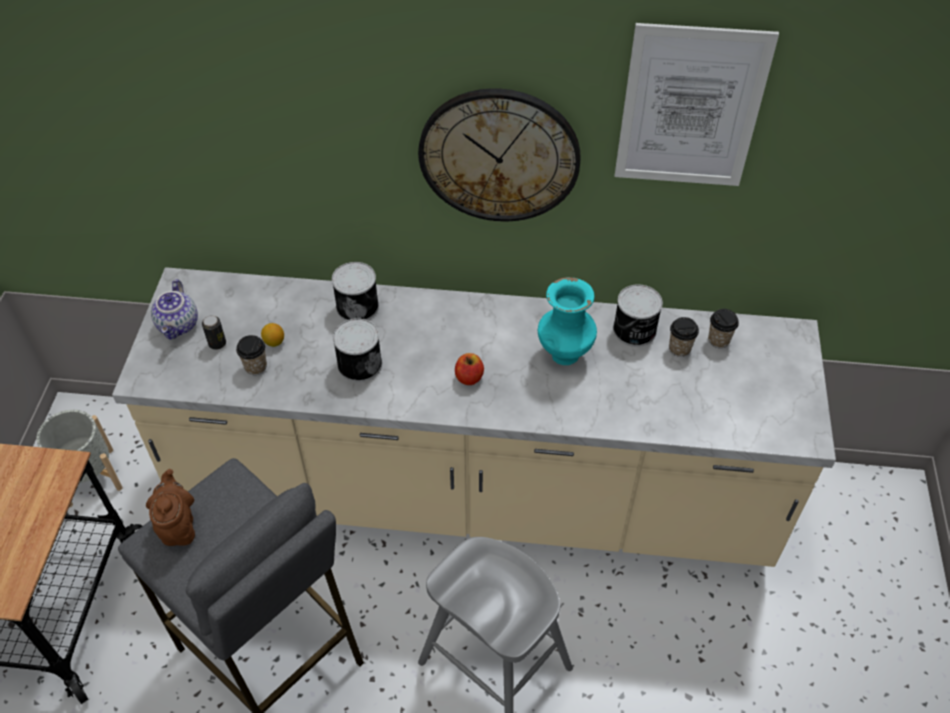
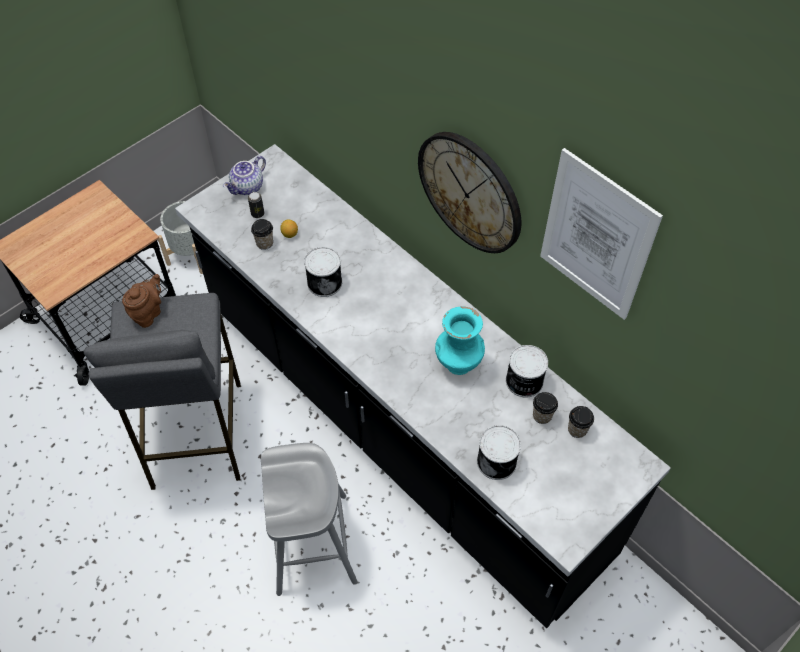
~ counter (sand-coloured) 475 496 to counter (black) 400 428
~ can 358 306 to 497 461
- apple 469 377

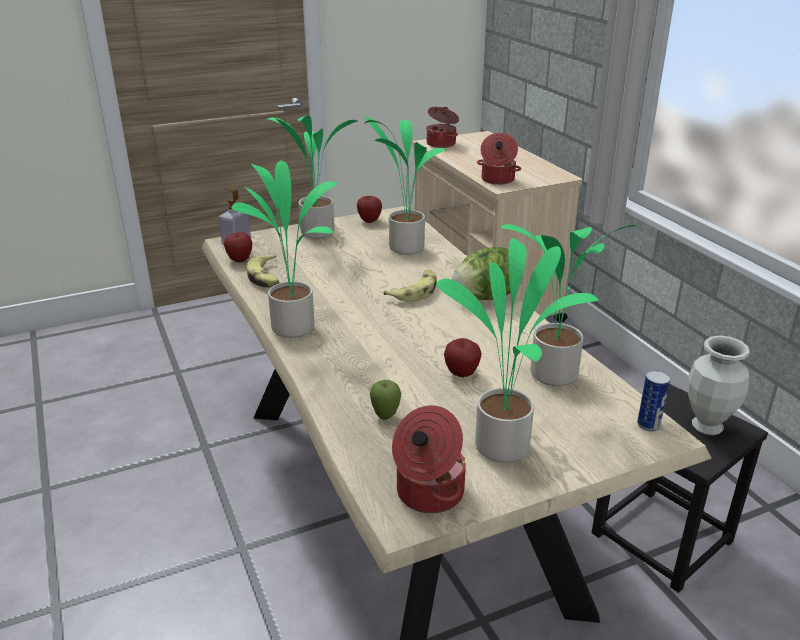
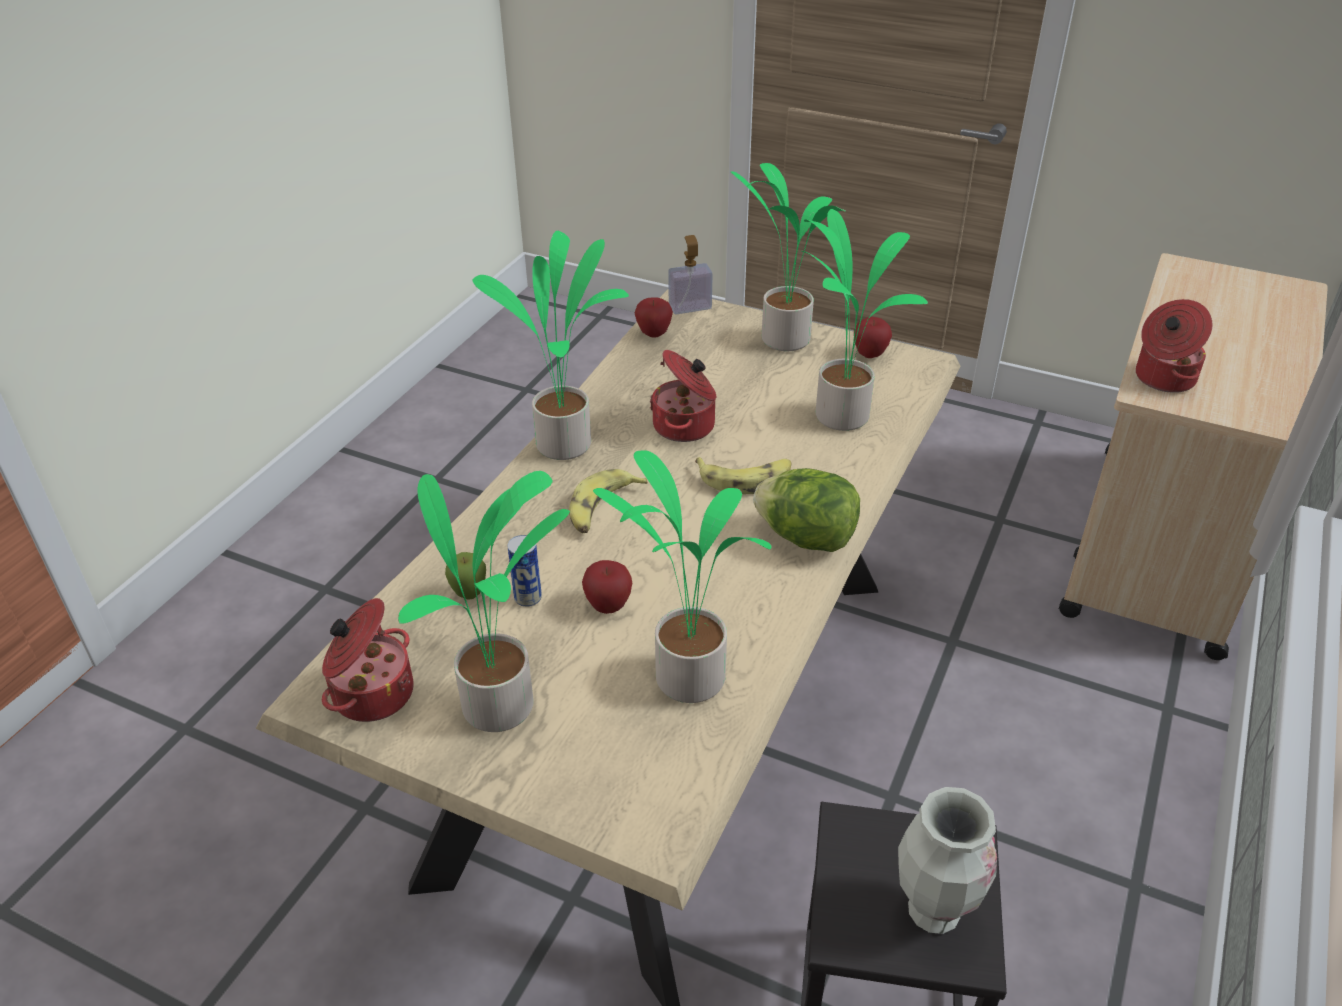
~ can 648 425 to 528 598
~ banana 266 277 to 602 509
~ cooking pot 441 144 to 686 426

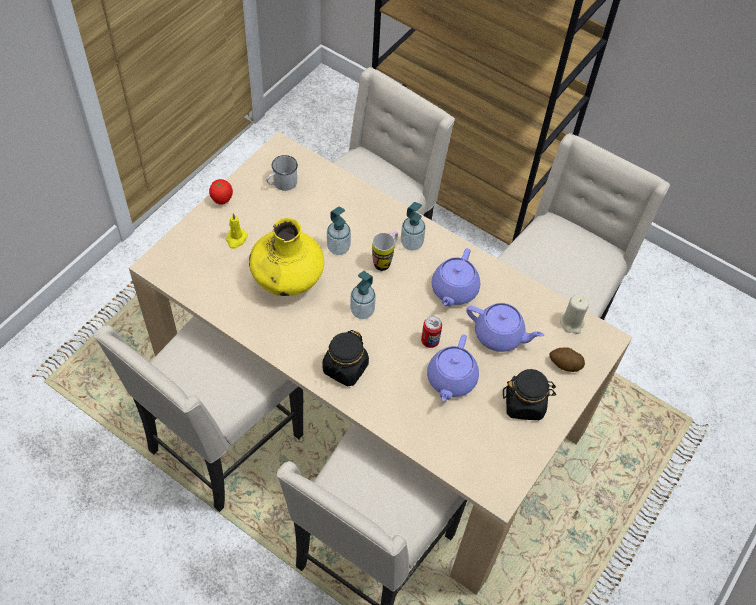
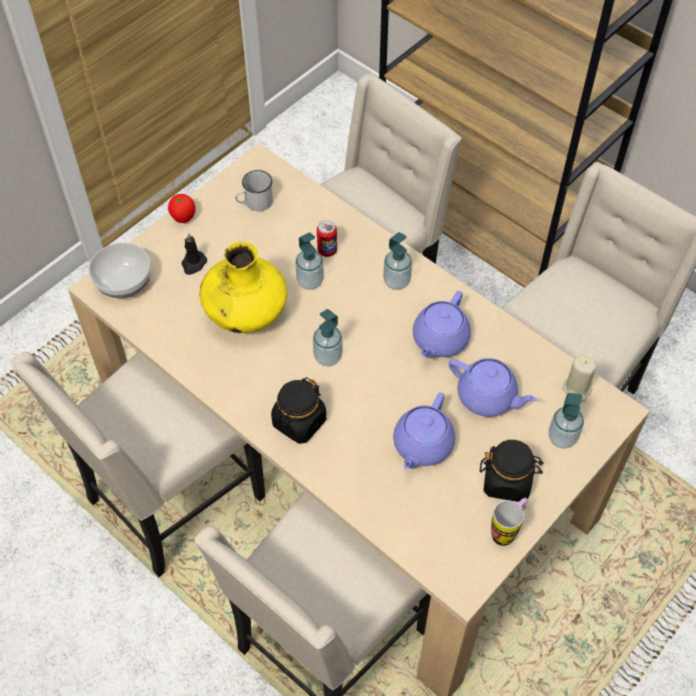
+ serving bowl 125 283
~ wax light (yellow) 236 239 to wax light (black) 193 264
~ can 430 341 to 327 250
~ mug 385 261 to 507 531
~ whole potato 564 364 to soap dispenser 562 437

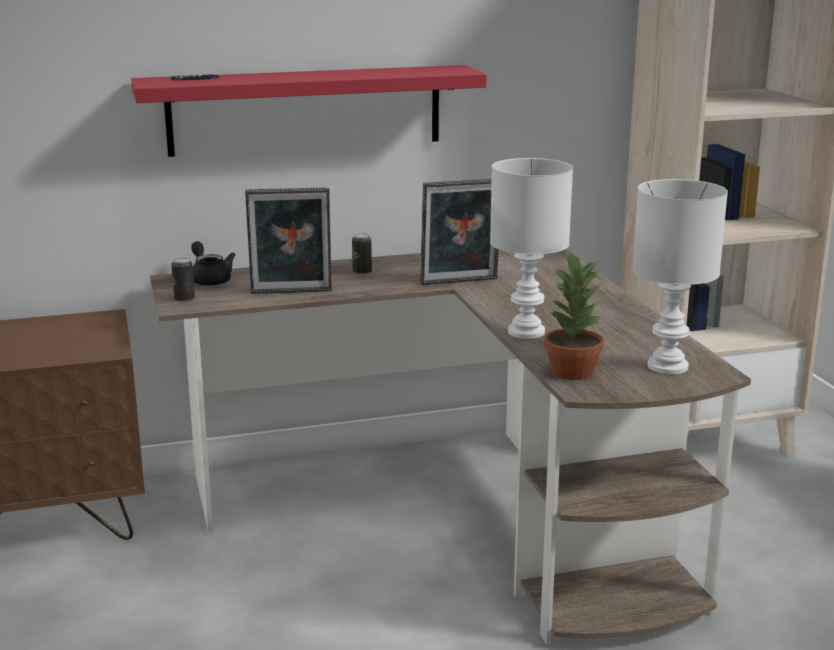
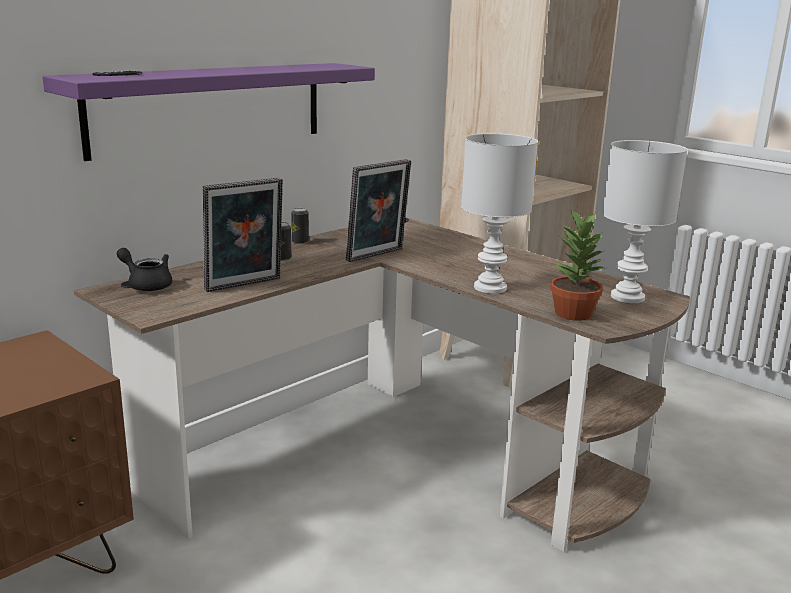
~ wall shelf (reddish) 305 110 to wall shelf (purple-coloured) 210 107
~ can 184 299 to 300 242

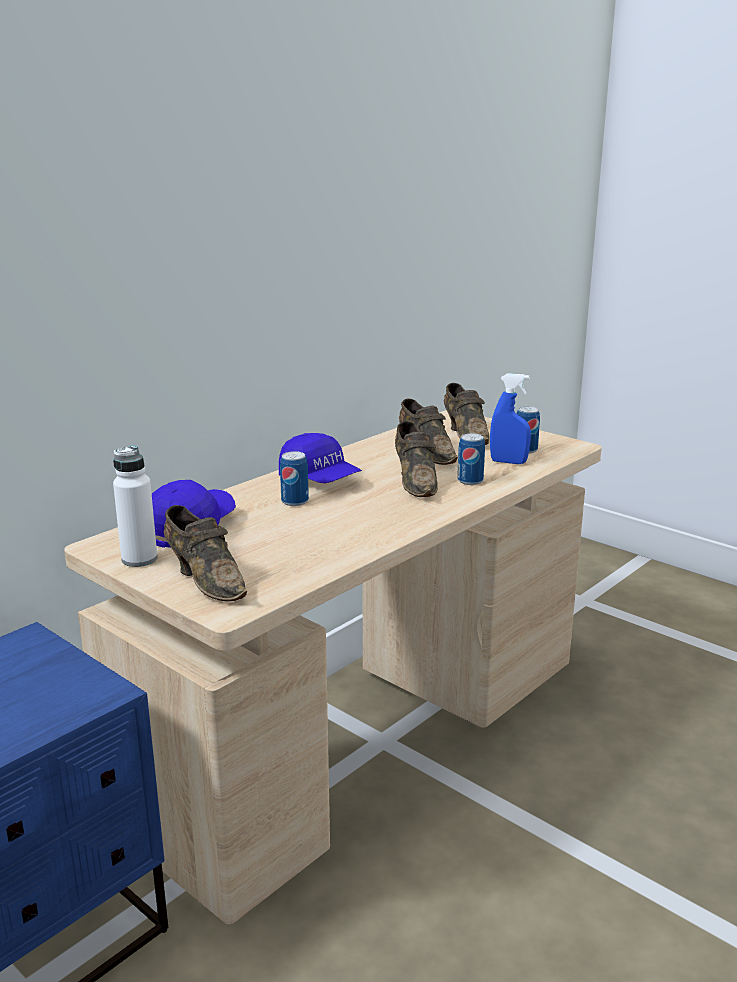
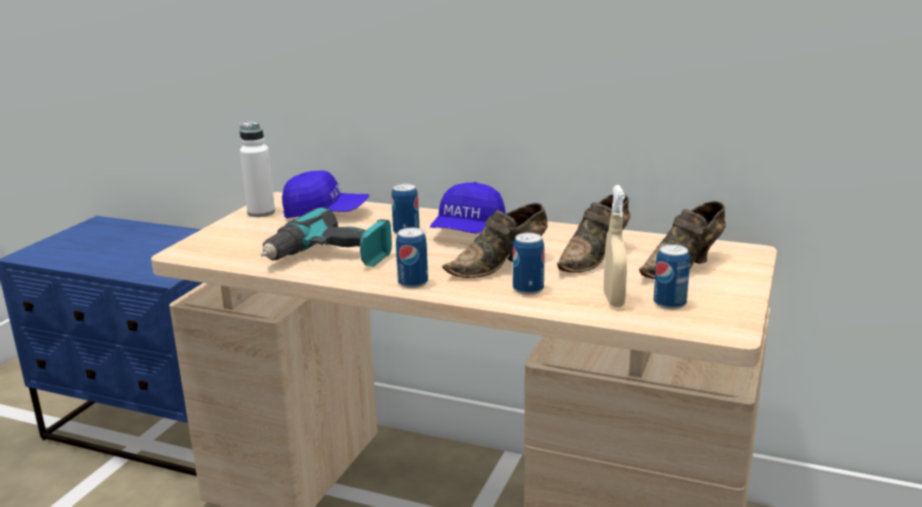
+ power drill 330 258
+ can 413 283
~ hand sprayer (blue) 508 462 to hand sprayer (sand-coloured) 613 300
- low shoe (brown-coloured) 206 580

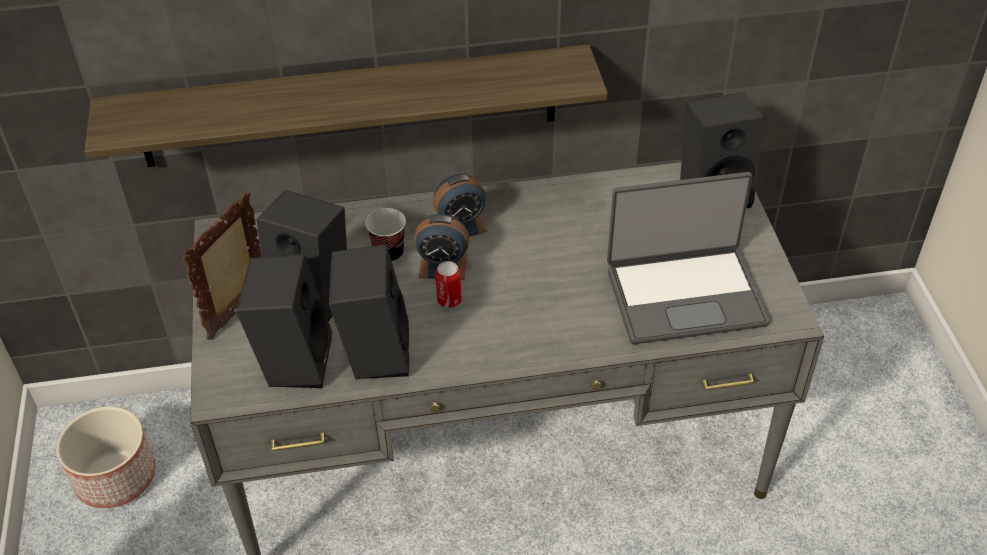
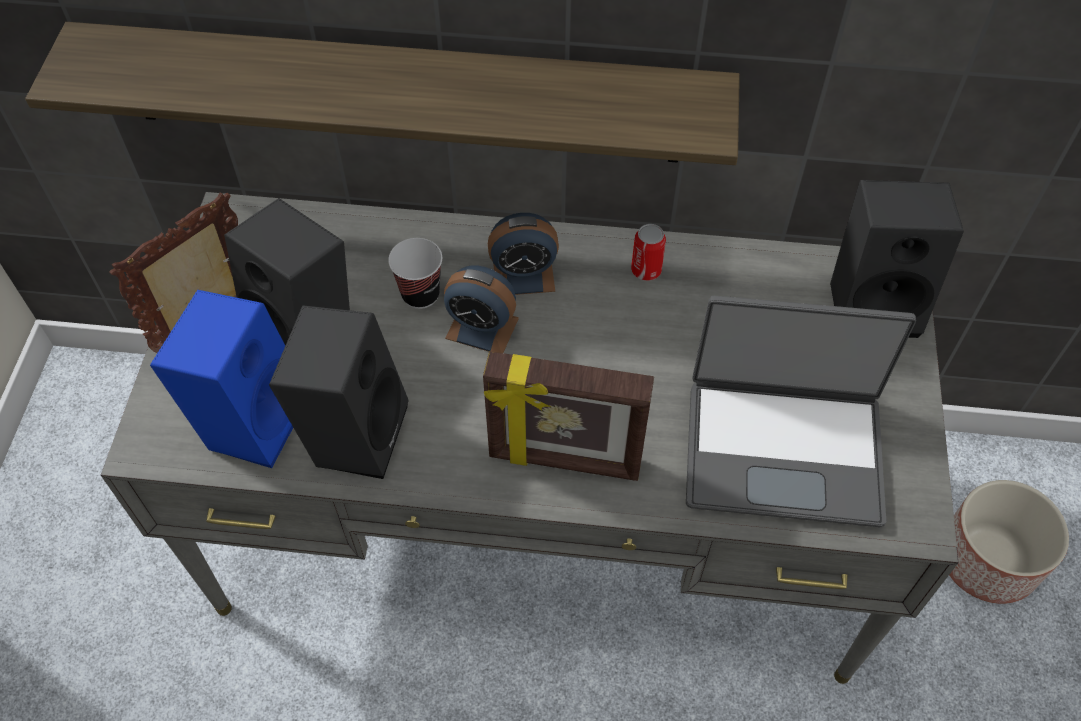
~ speaker (black) 293 360 to speaker (blue) 251 418
+ picture frame 564 461
~ can 449 300 to 646 270
~ planter 116 477 to 988 560

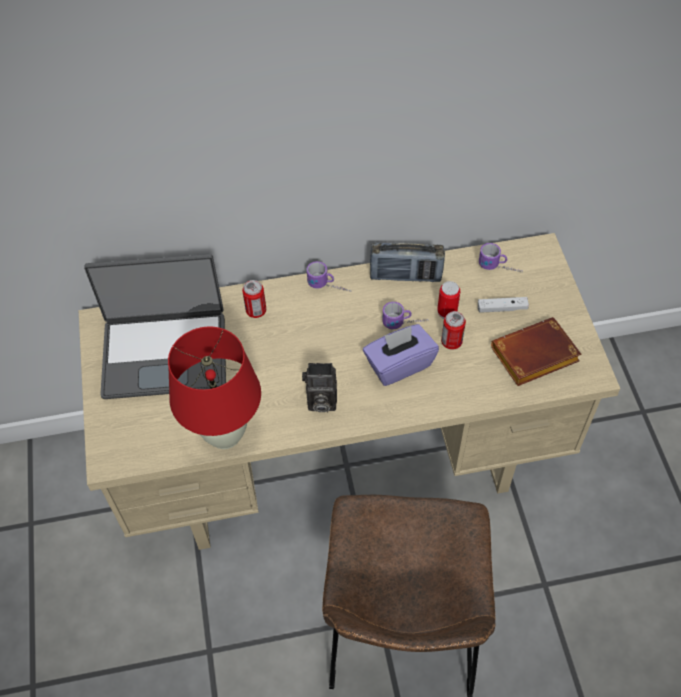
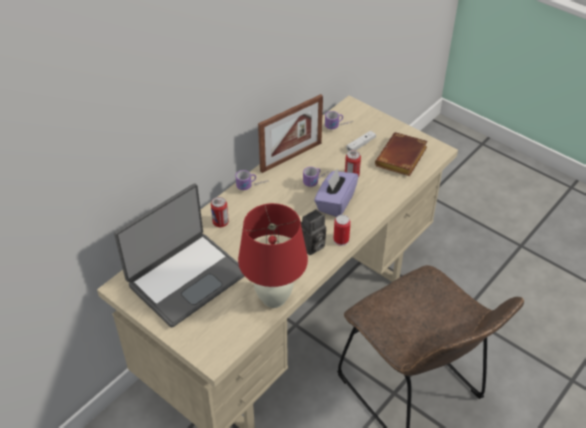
~ radio receiver 405 276 to picture frame 291 157
~ can 447 312 to 341 240

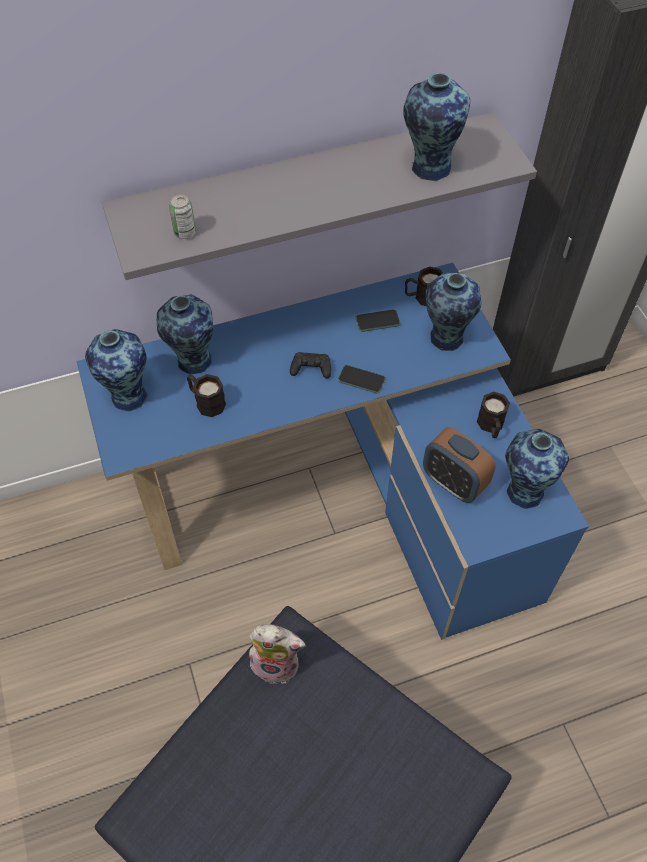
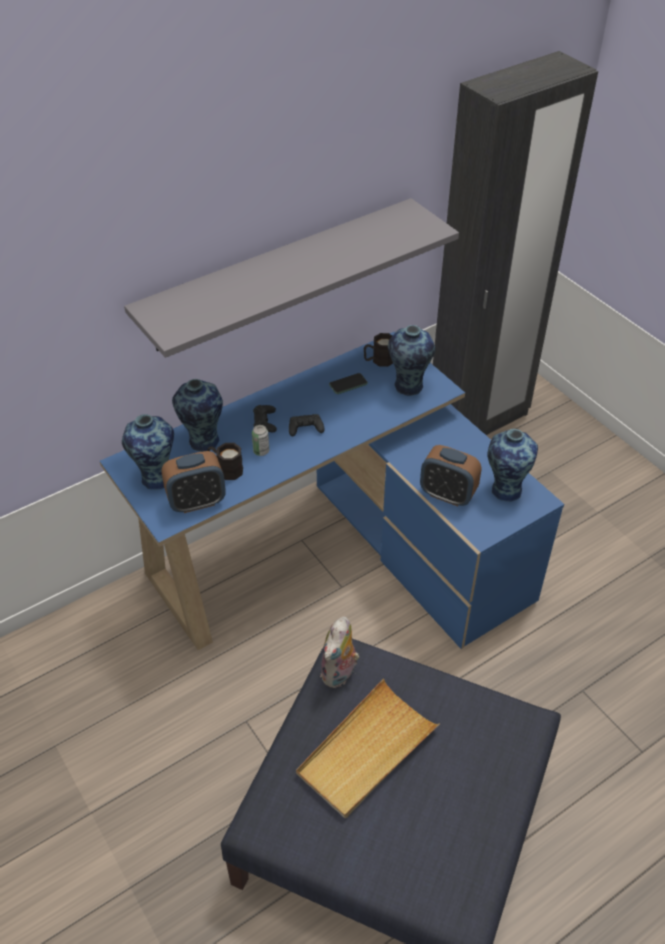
+ bedside clock 197 502
~ can 185 233 to 261 451
+ gamepad (black) 265 422
+ serving tray (sand-coloured) 366 751
~ cuddly toy 277 662 = 340 674 120 degrees clockwise
- handset 361 380
- decorative vase 429 167
- mug (black) 491 426

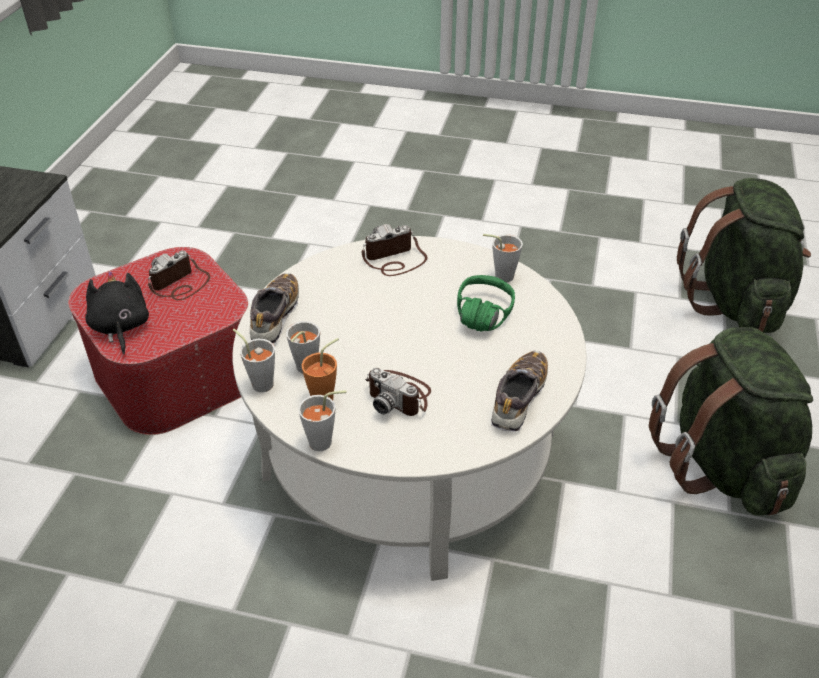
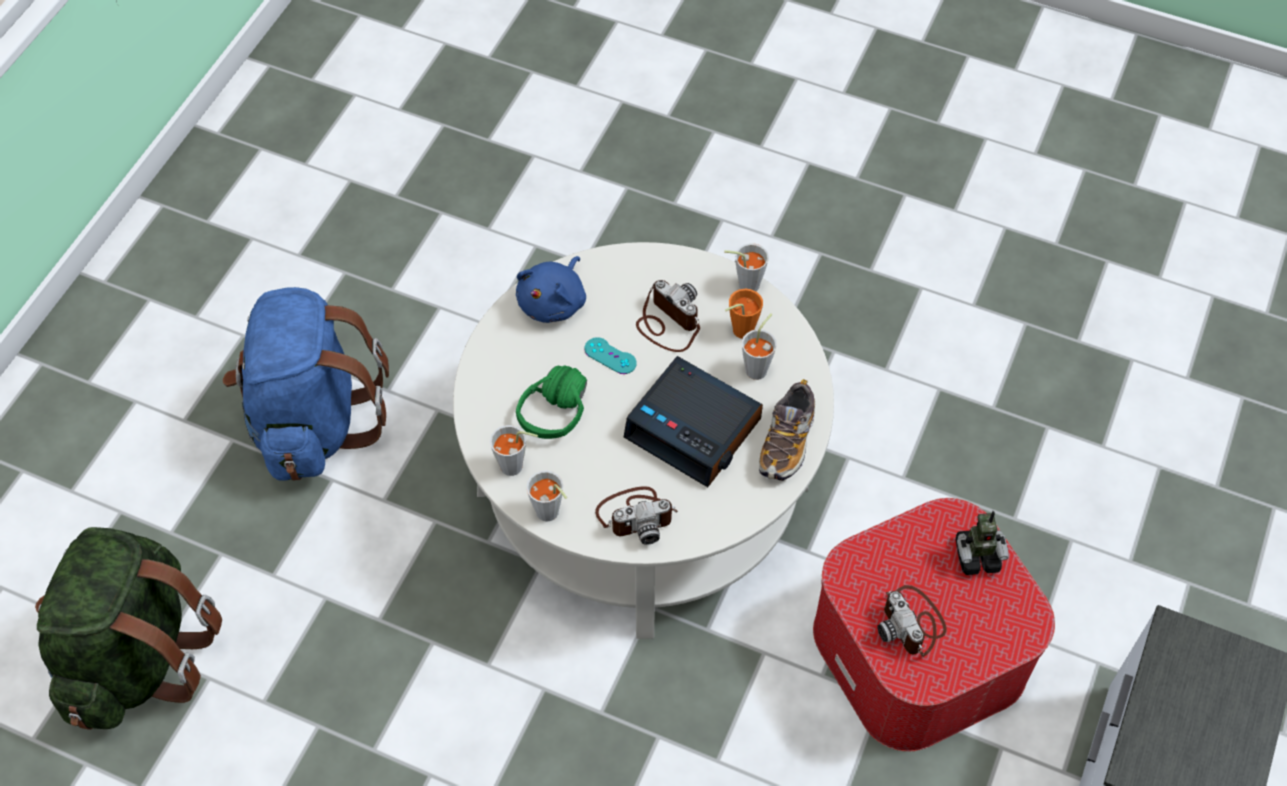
~ rucksack (green-coloured) 722 465 to rucksack (blue) 313 421
~ low shoe 518 399 to cuddly toy (blue) 554 302
~ small cup (gray) 259 382 to 550 515
+ gamepad (turquoise-coloured) 610 356
+ bedside clock 694 428
~ still camera 180 284 = 912 623 105 degrees clockwise
~ cuddly toy (black) 120 327 to toy robot 976 556

